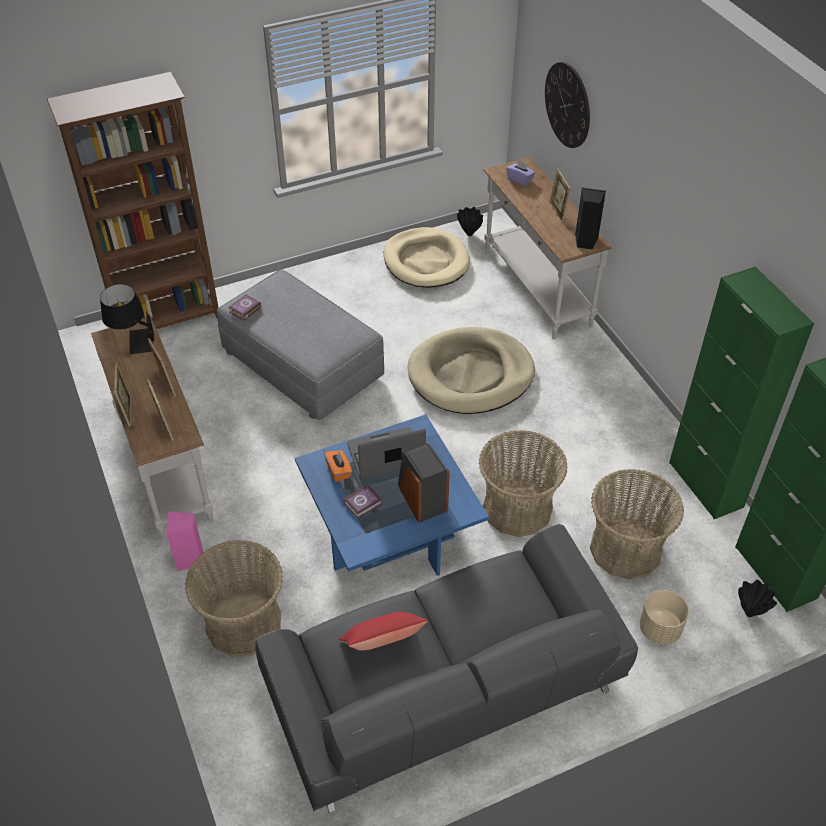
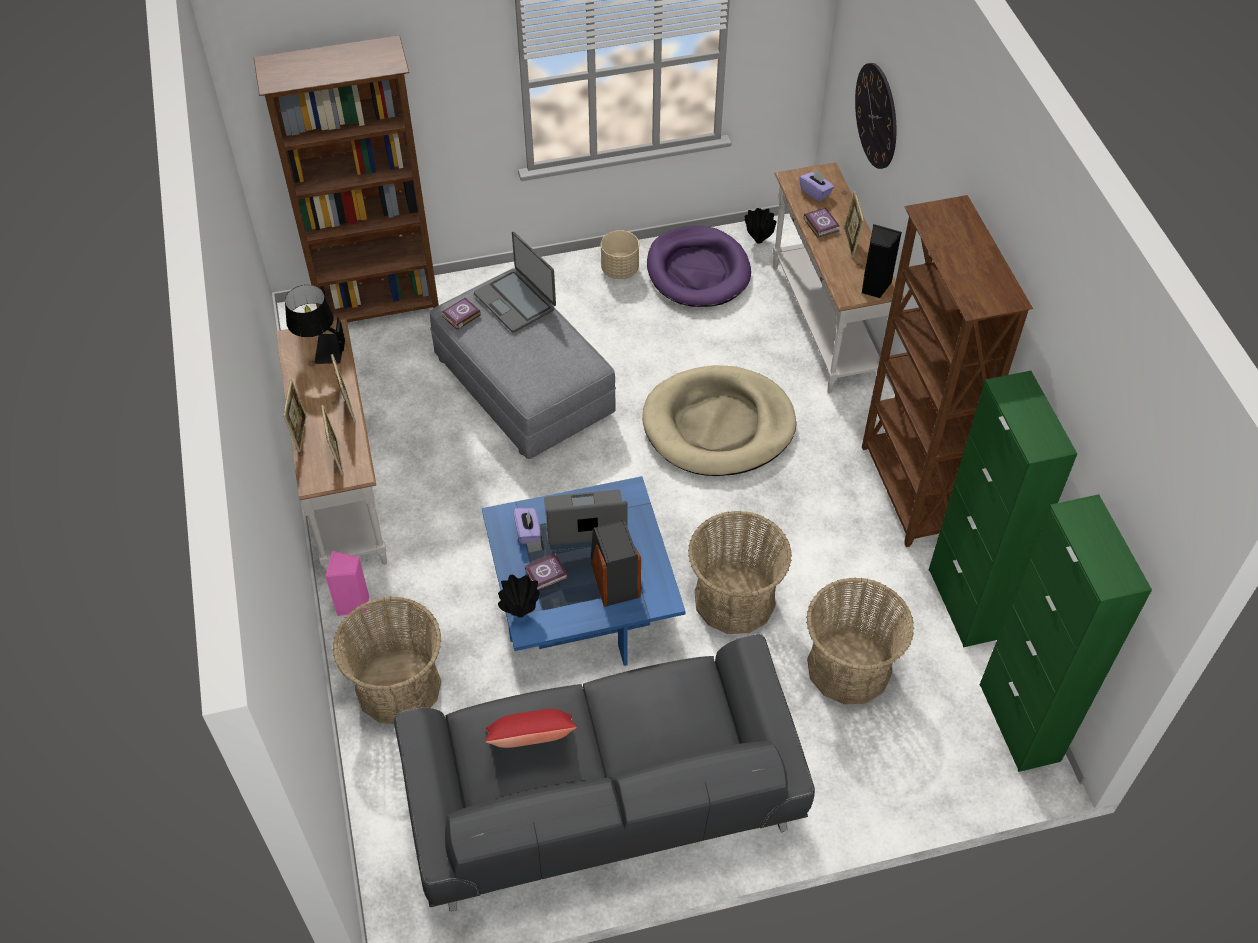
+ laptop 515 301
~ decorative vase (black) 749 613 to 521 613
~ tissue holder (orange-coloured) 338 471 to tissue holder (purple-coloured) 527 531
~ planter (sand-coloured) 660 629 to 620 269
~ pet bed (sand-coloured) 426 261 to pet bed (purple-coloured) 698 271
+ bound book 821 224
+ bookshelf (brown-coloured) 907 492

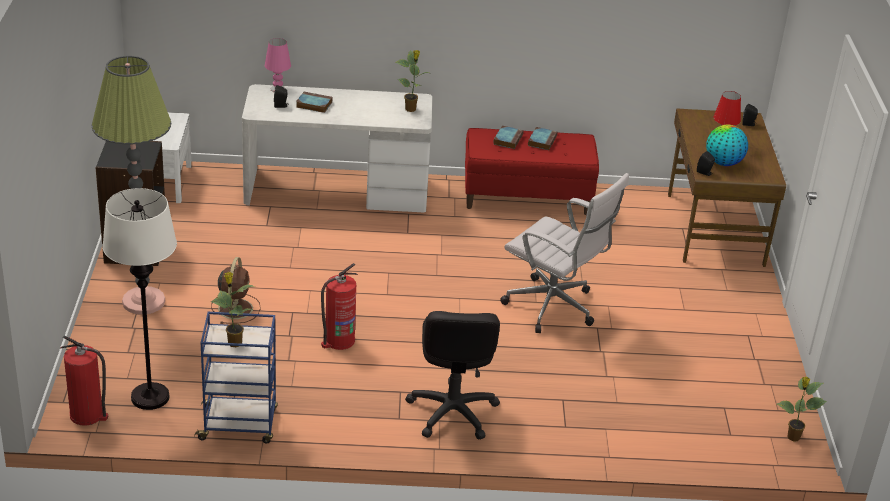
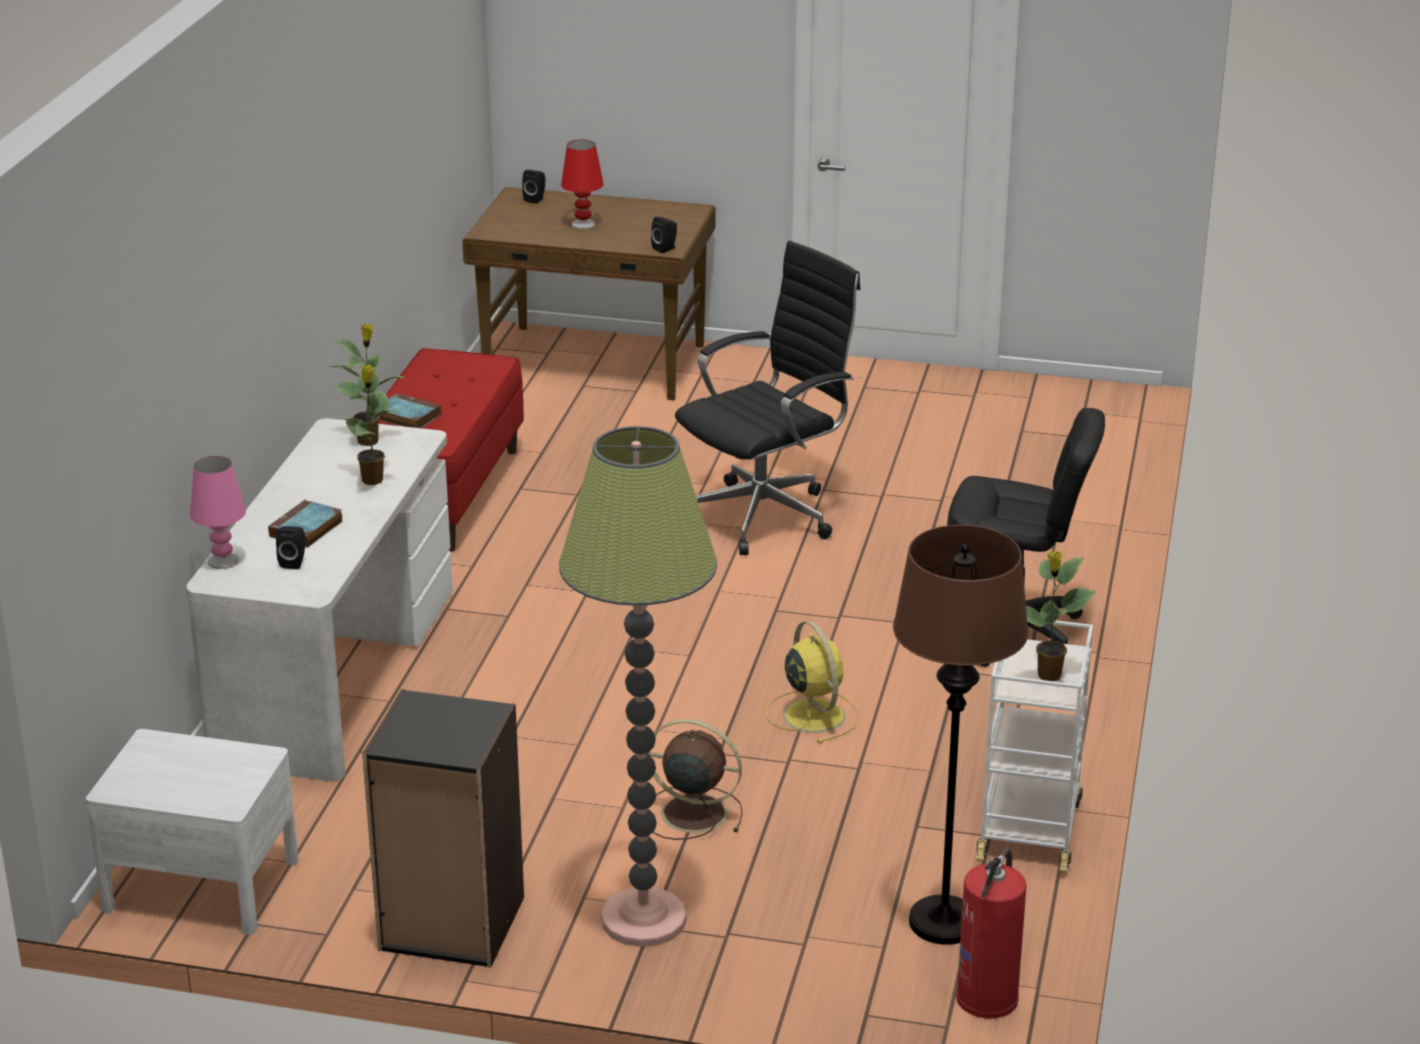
~ houseplant 793 437 to 373 480
~ computer chair (white) 554 308 to computer chair (black) 767 515
~ extinguisher 338 340 to electric fan (yellow) 812 714
~ floor lamp (white) 149 397 to floor lamp (brown-coloured) 943 922
~ wheeled cart (blue) 239 425 to wheeled cart (white) 1029 830
- bound book 542 140
- world globe 723 163

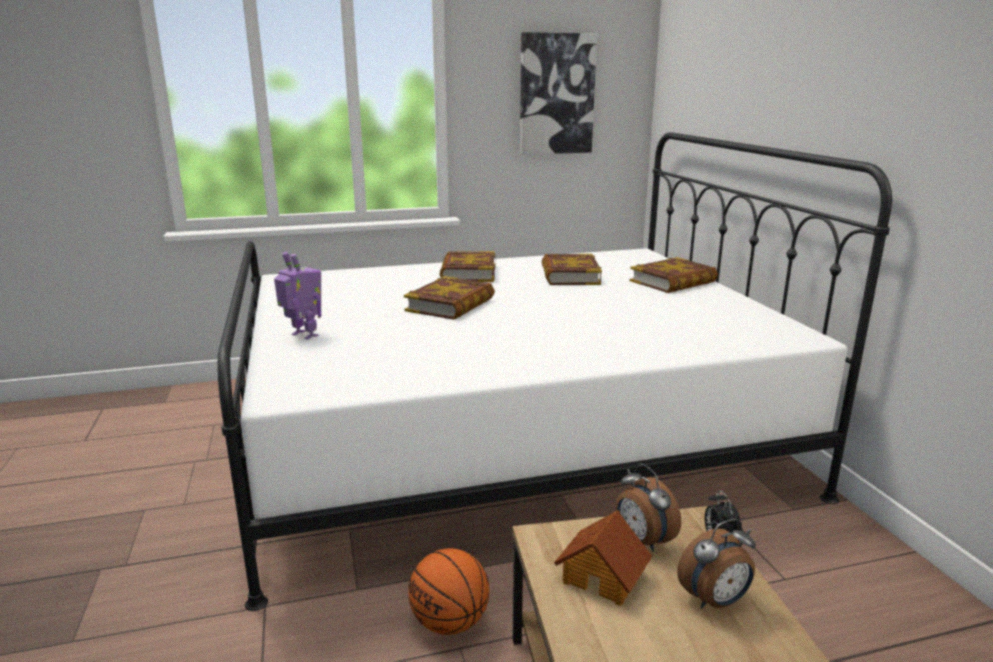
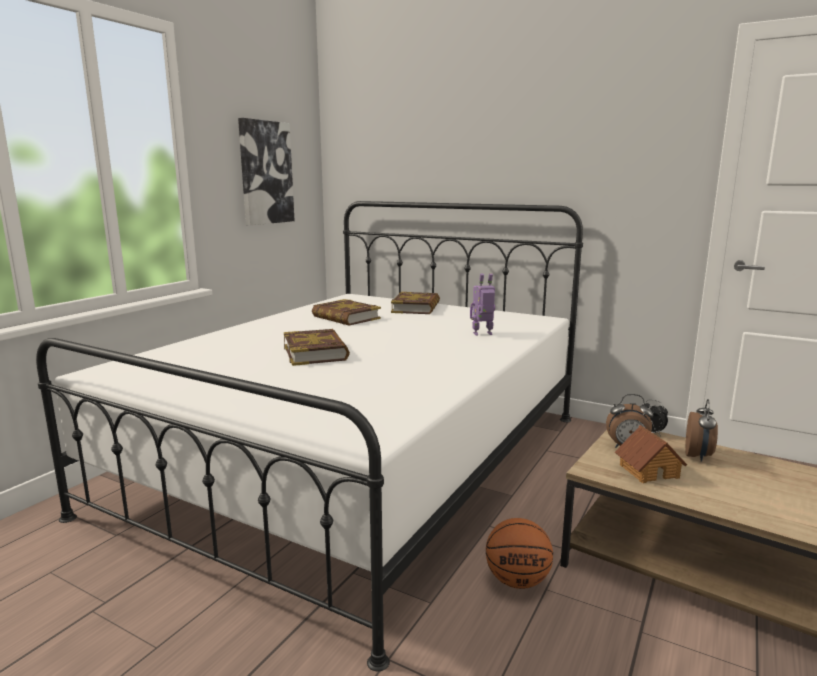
~ toy robot 303 335 to 483 334
- bound book 468 273

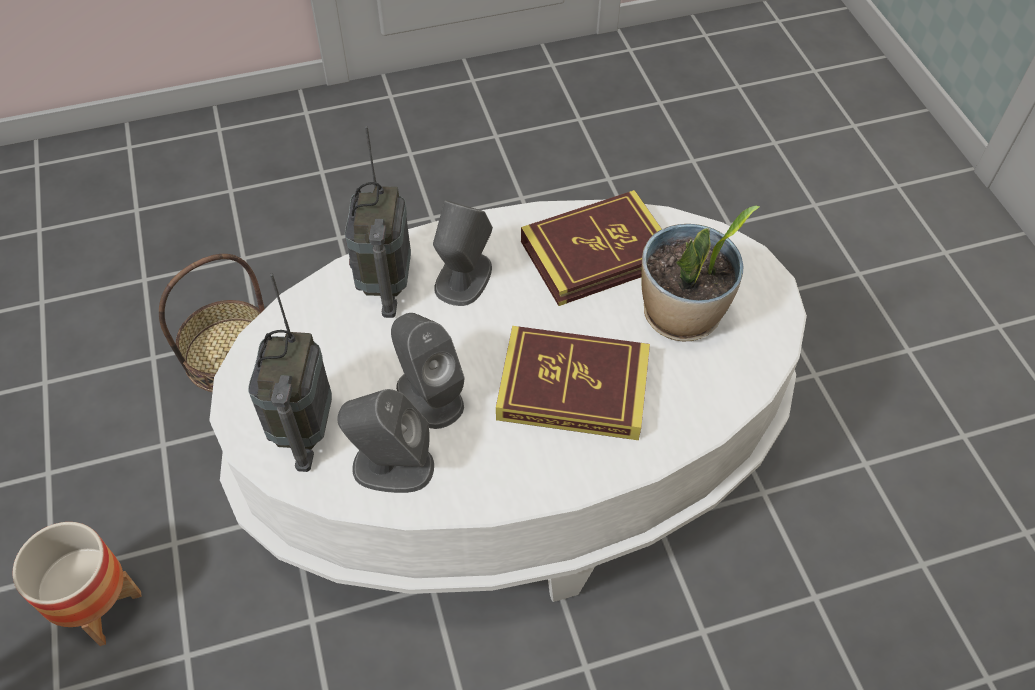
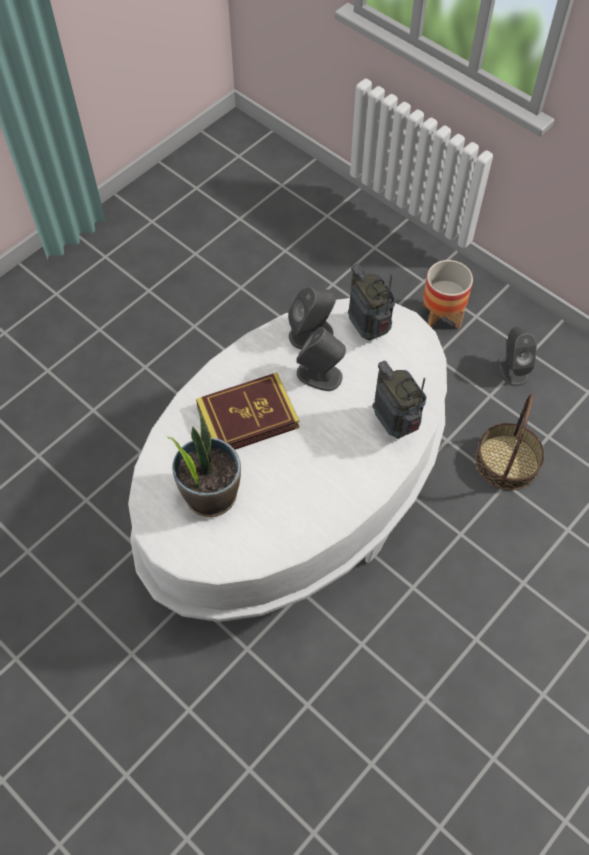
~ speaker (gray) 463 278 to 513 369
- bound book 596 253

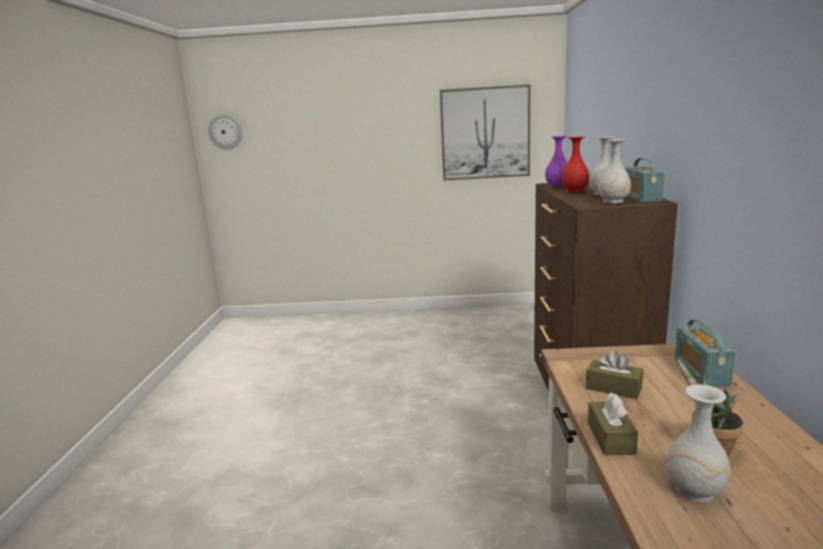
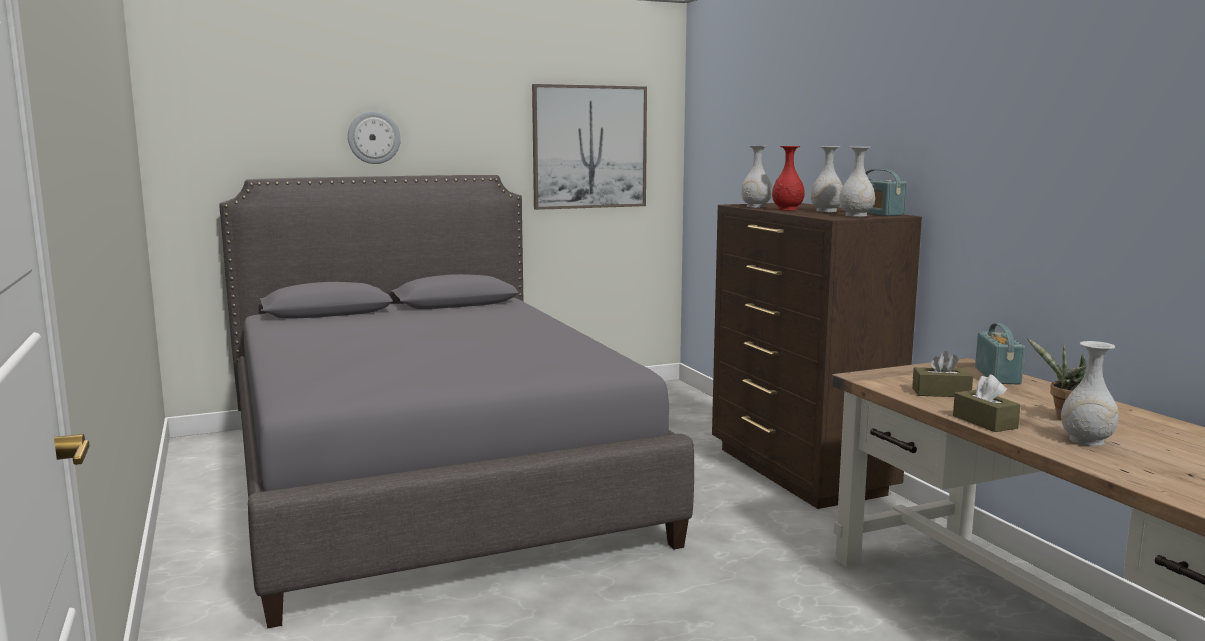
+ sleeping bed (gray) 430 480
~ clock on the wall 226 132 to 374 137
~ decorative vase (purple-coloured) 557 187 to decorative vase (white) 755 206
~ radio receiver 701 372 = 997 376 150 degrees counterclockwise

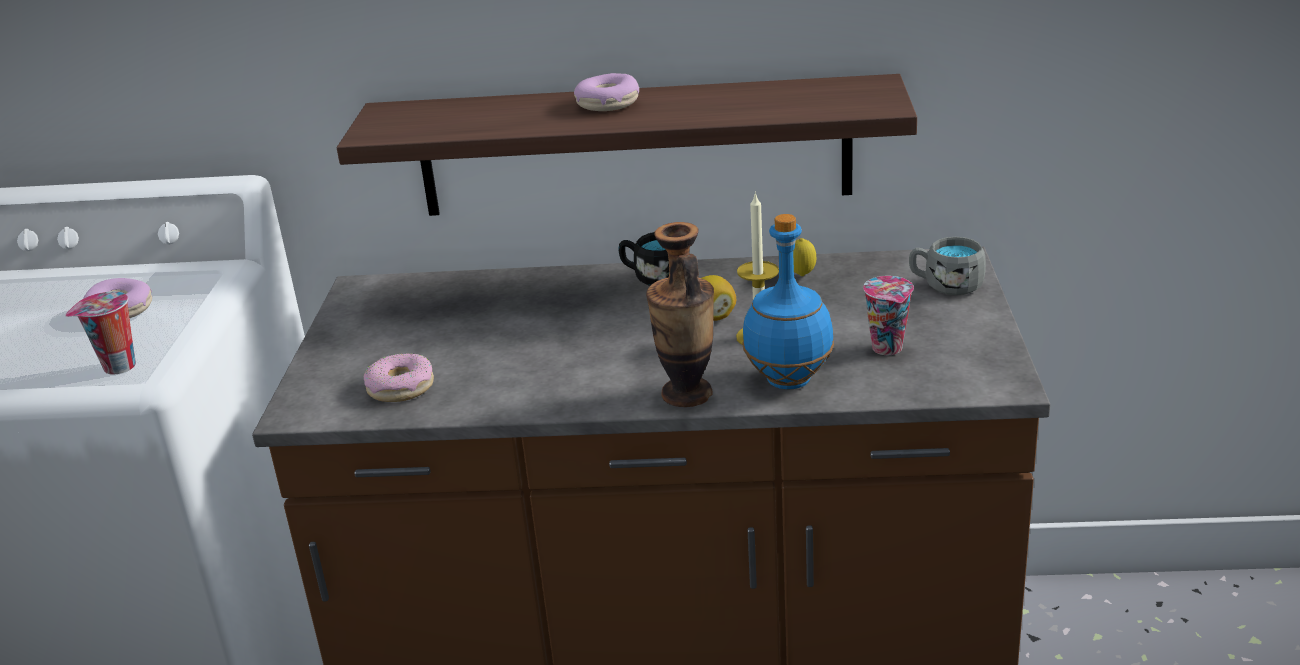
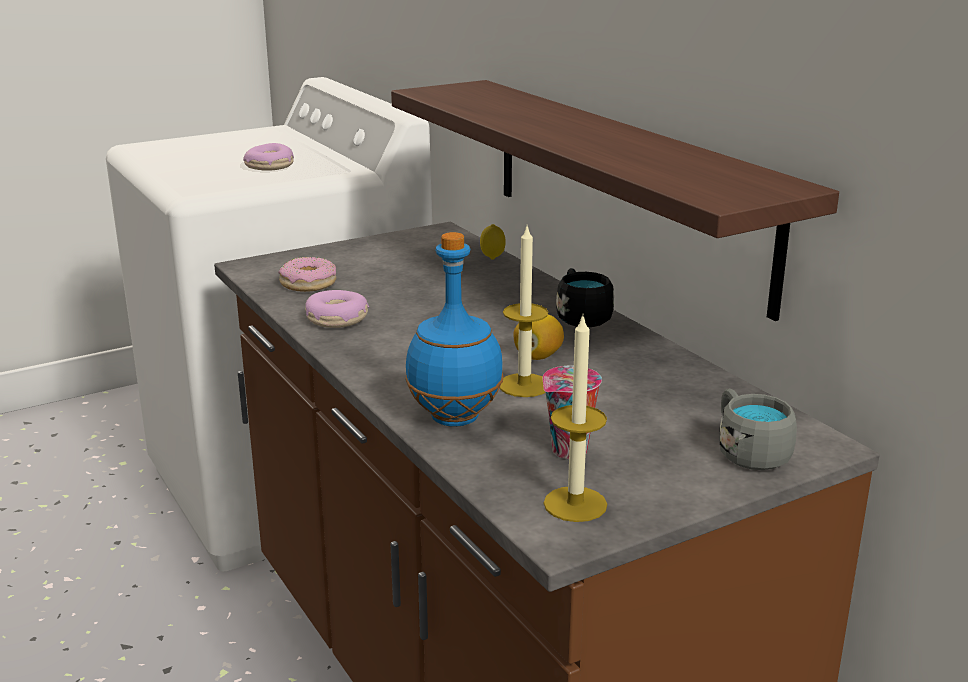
~ ring doughnut 608 104 to 337 319
~ whole lemon 802 276 to 492 259
+ wax light 575 504
- small cup 117 368
- decorative vase 686 394

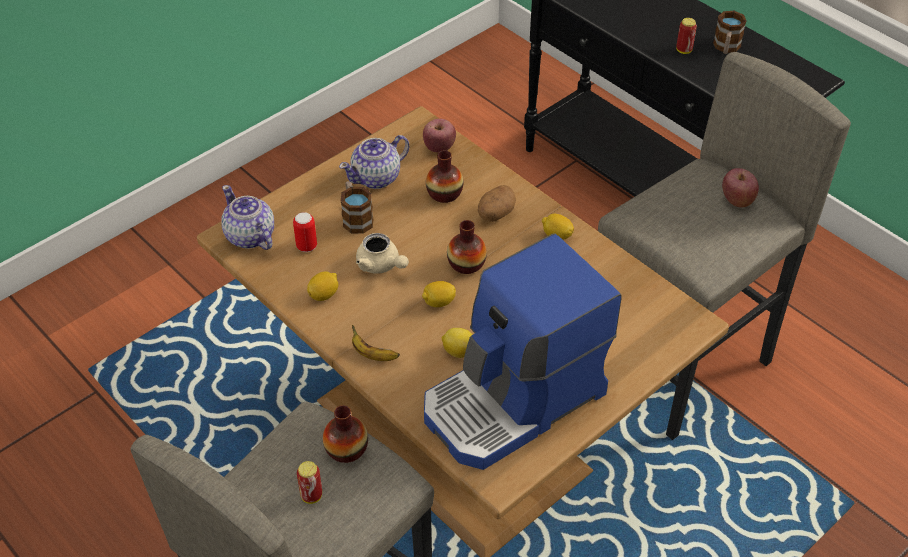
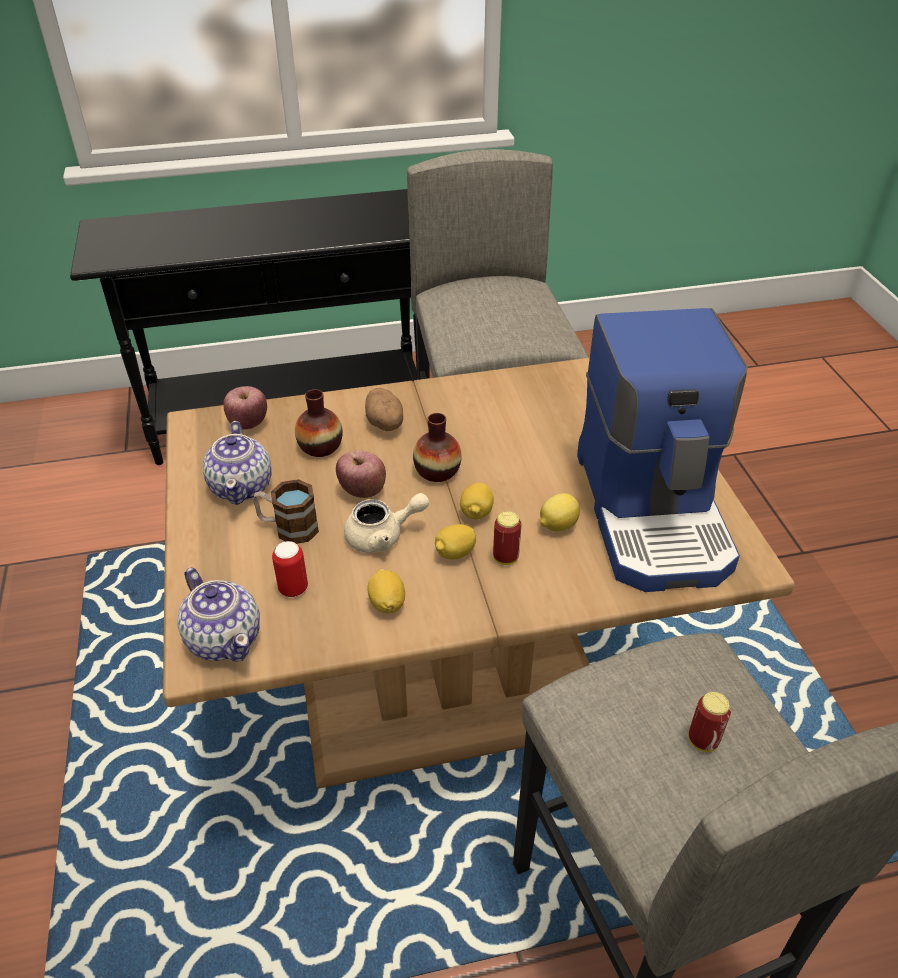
~ pot for tea 250 237 = 224 638 120 degrees counterclockwise
~ apple 737 200 to 362 490
~ whole lemon 557 235 to 455 553
~ can 684 50 to 505 558
- decorative vase 346 449
- banana 373 355
- mug 726 48

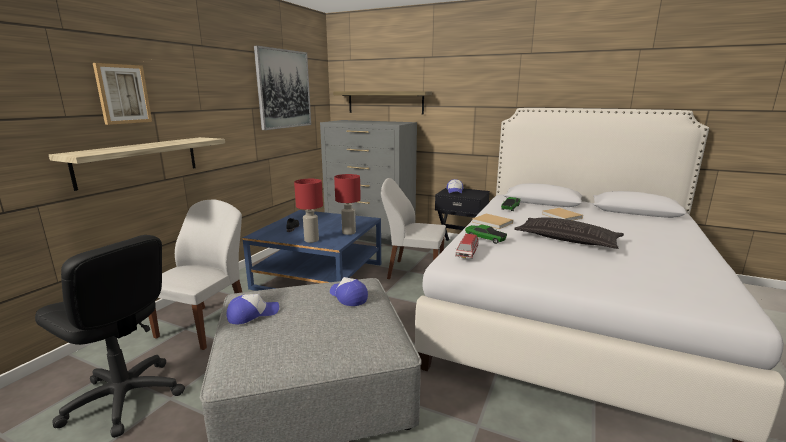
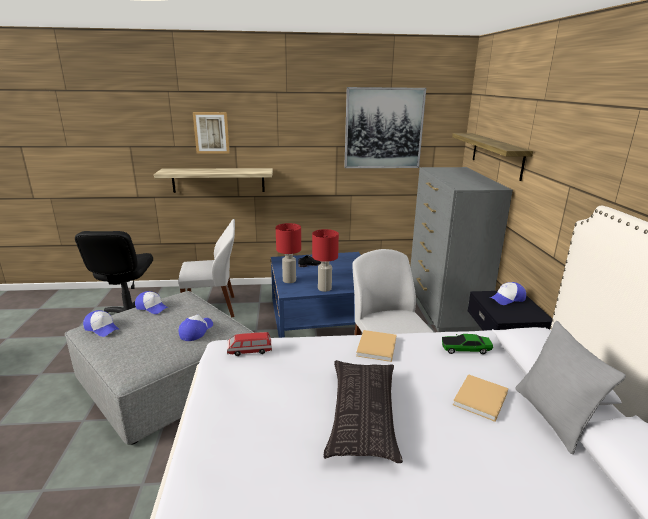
+ baseball cap 102 328
+ pillow (gray) 552 417
- model car 485 238

